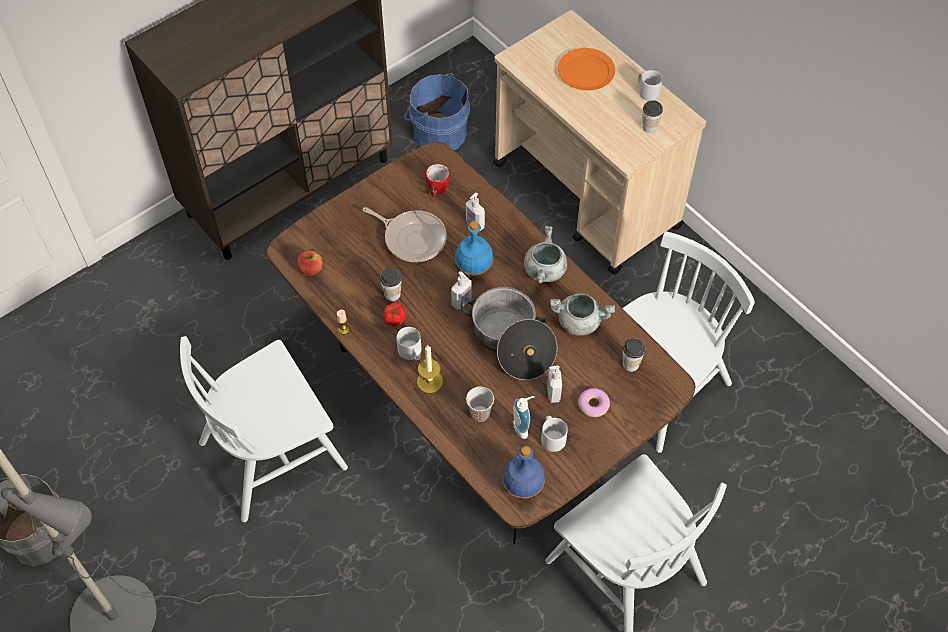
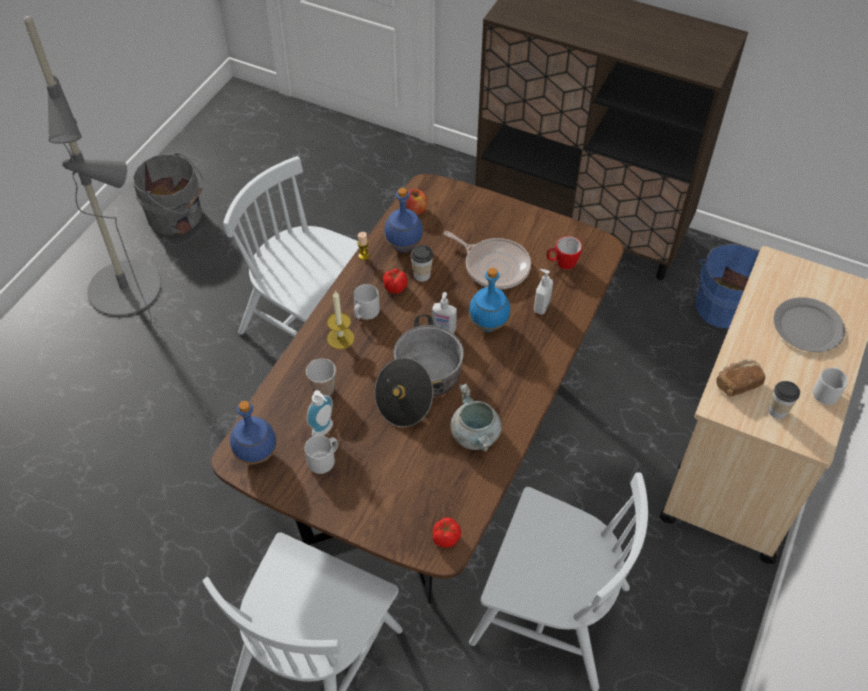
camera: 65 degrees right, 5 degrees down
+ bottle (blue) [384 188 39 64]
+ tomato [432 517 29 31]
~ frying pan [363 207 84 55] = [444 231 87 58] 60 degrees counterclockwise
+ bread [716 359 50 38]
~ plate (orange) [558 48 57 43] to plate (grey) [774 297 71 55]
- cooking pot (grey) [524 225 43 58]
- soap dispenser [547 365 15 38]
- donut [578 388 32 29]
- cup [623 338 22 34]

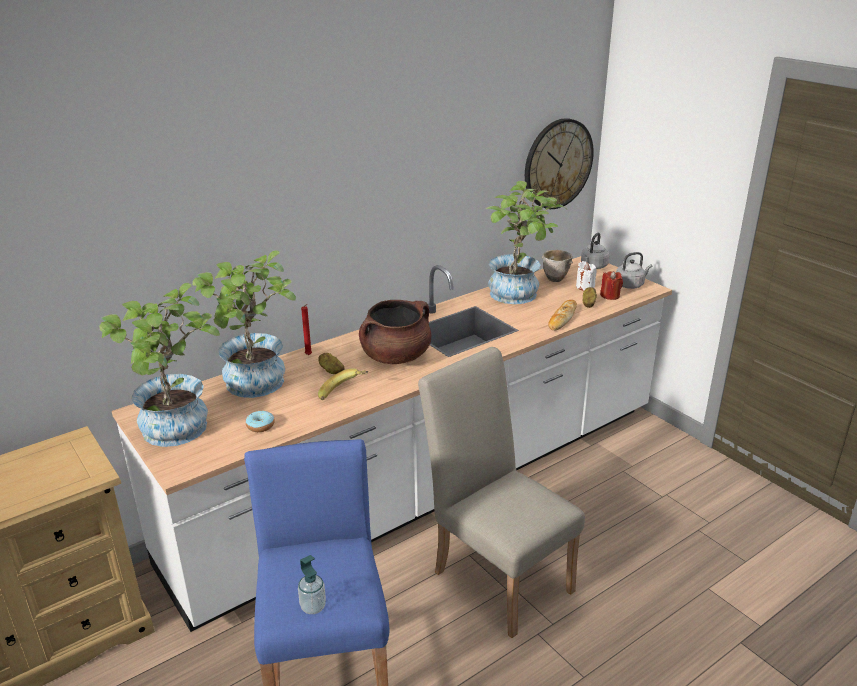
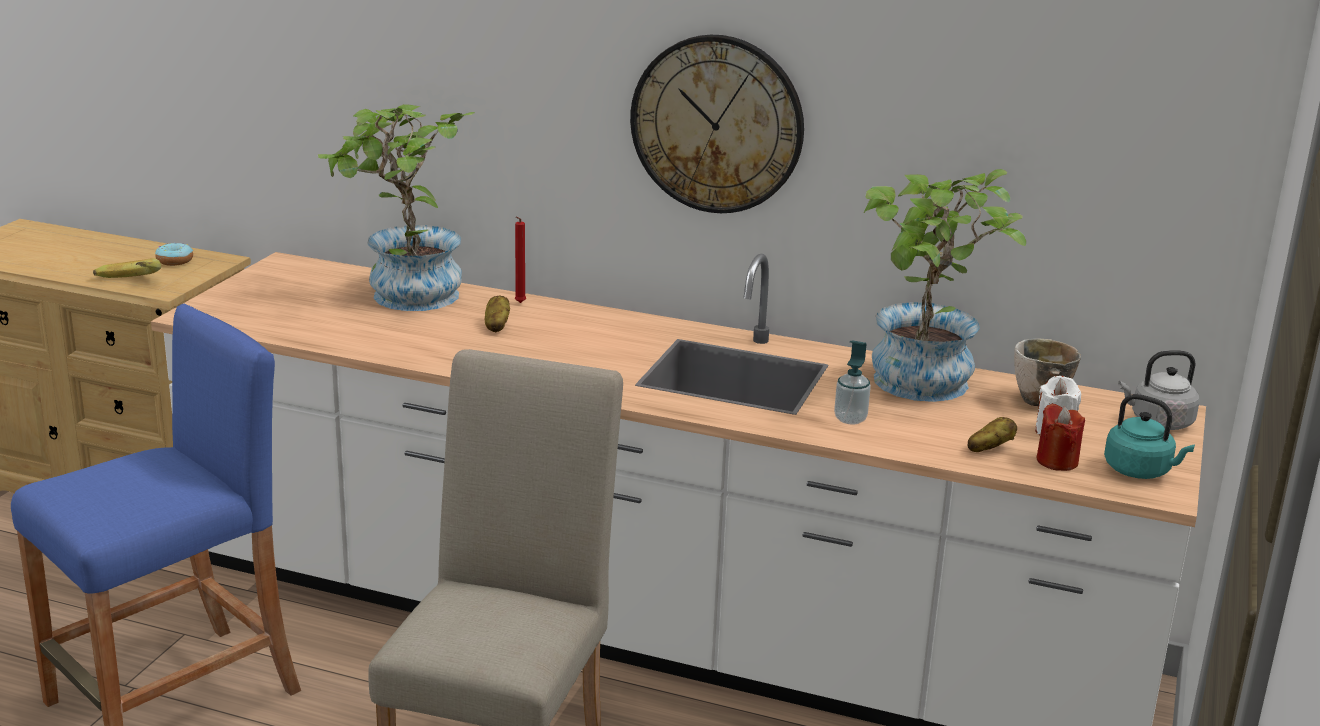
camera: 55 degrees right, 5 degrees down
~ banana [318 368 50 32] to [93 258 68 20]
~ donut [246 411 29 21] to [155 243 38 23]
~ wall clock [525 118 69 91] to [630 35 174 178]
~ soap dispenser [298 555 28 59] to [834 340 37 85]
~ kettle (grey) [616 252 36 37] to kettle (turquoise) [1104 394 91 85]
- potted plant [99 283 121 164]
- cooking pot (brown) [359 300 72 64]
- bread [548 300 29 30]

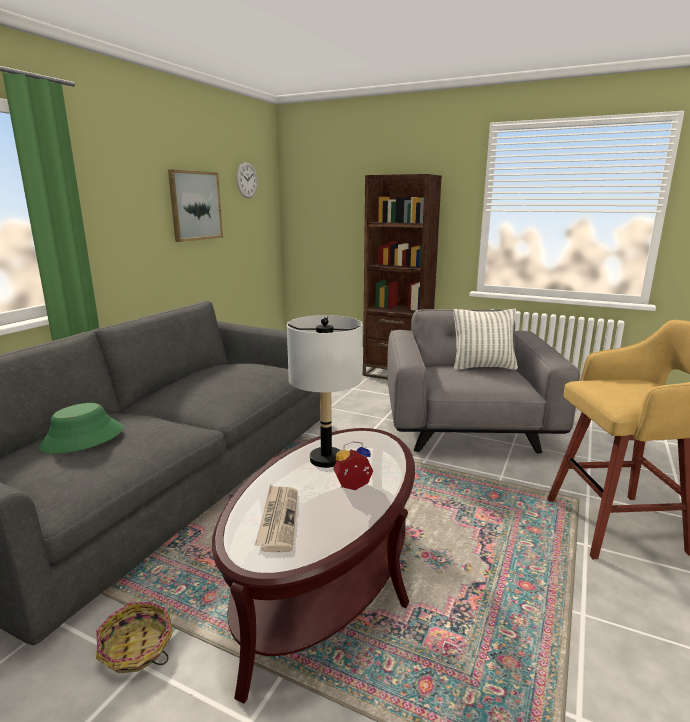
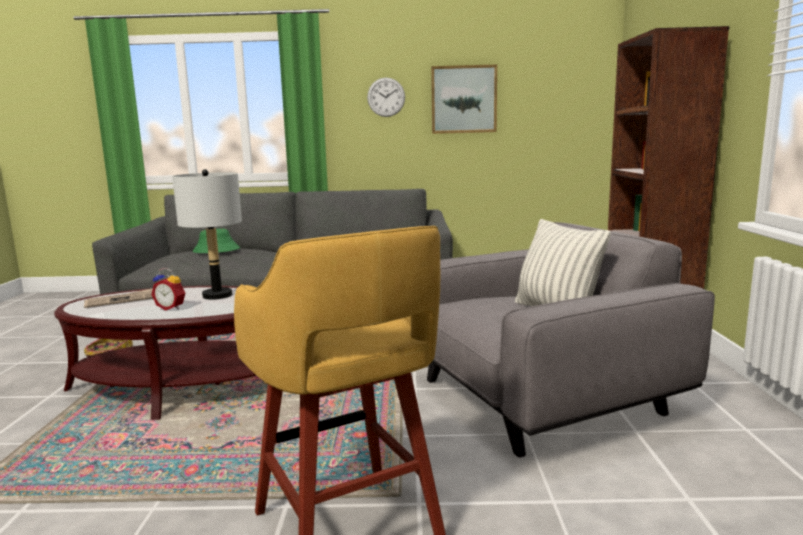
camera: 65 degrees right, 5 degrees down
~ alarm clock [333 441 40 49] = [151 268 34 42] 150 degrees clockwise
~ wall clock [237 162 20 36] to [367 78 38 39]

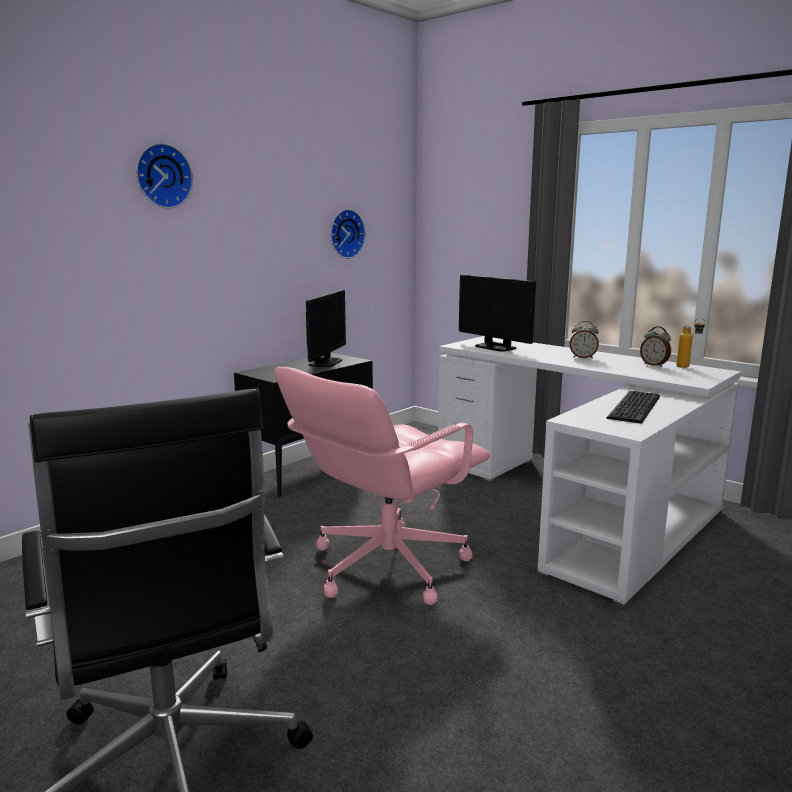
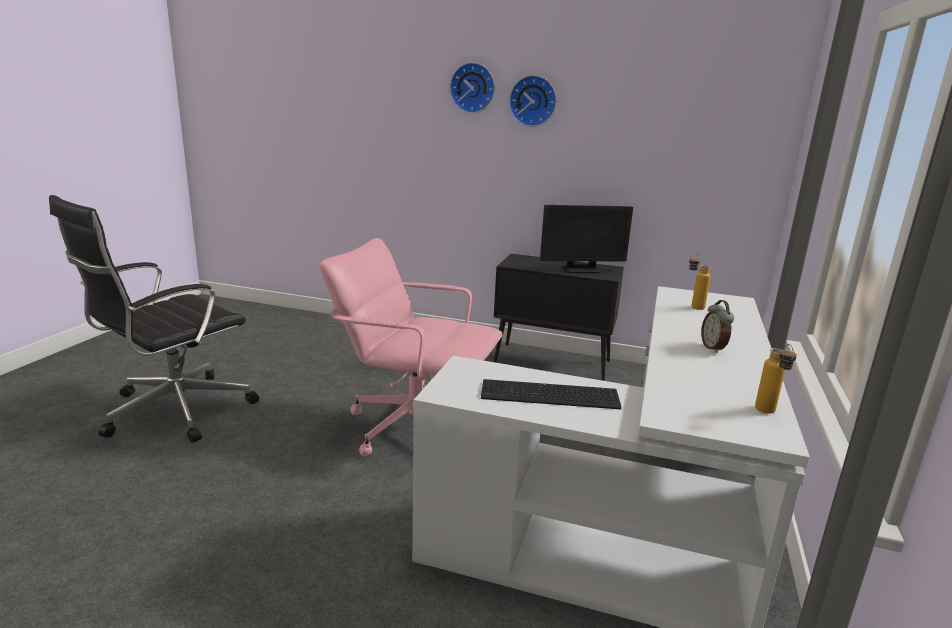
camera: 65 degrees right, 5 degrees up
~ wall clock [331 209 34 50] to [509 75 48 52]
~ monitor [459 275 77 77] to bottle [689 254 22 56]
- alarm clock [640 326 31 41]

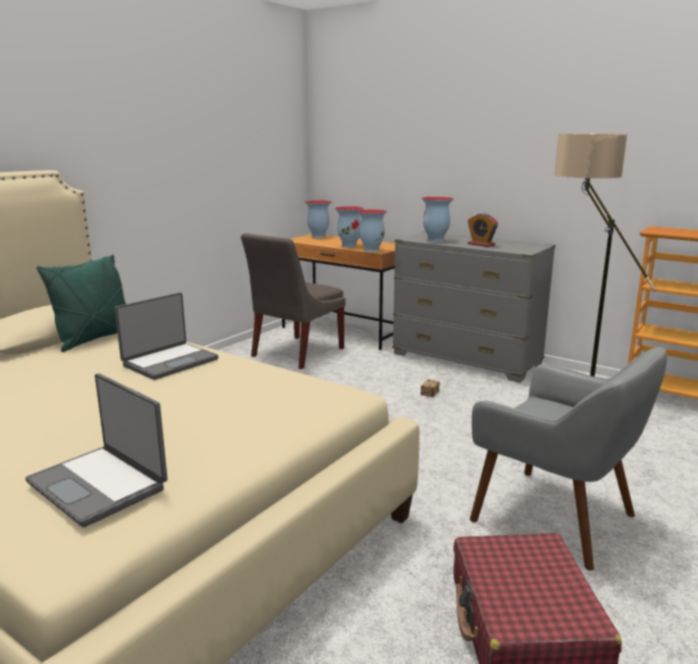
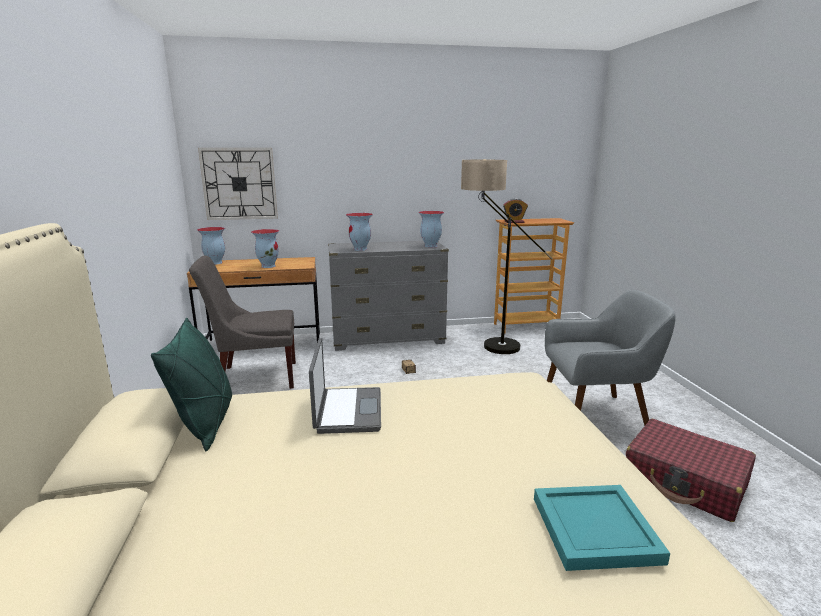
camera: 45 degrees left, 0 degrees up
~ chair (grey) [241 233 104 136] = [189 256 107 133] 90 degrees clockwise
+ wall clock [198 148 80 72]
~ vase [357 209 30 43] to [418 211 26 37]
~ alarm clock [468 213 30 34] to [503 198 25 25]
~ laptop [25 373 143 154] to tray (turquoise) [534 485 136 86]

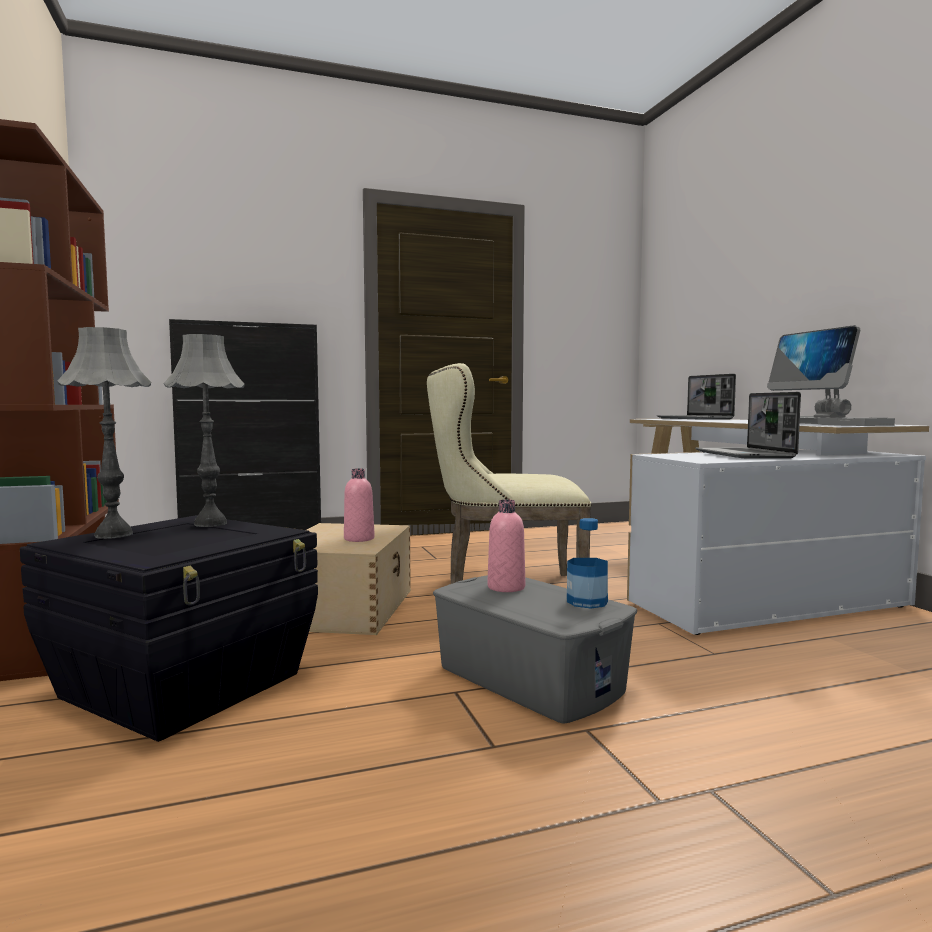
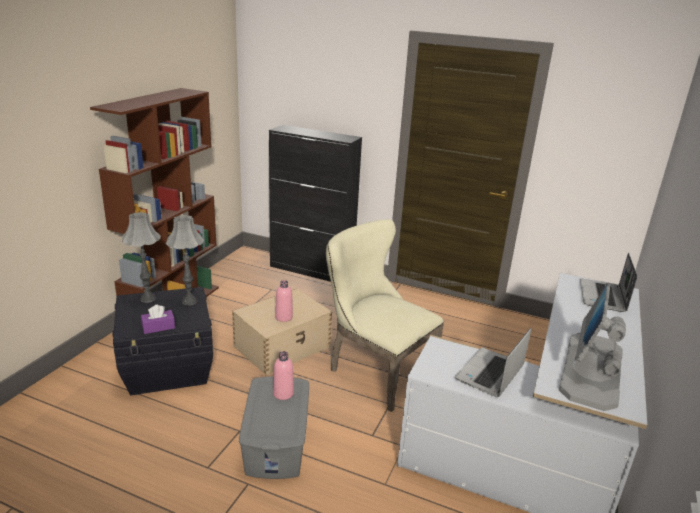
camera: 40 degrees right, 20 degrees up
+ tissue box (purple) [141 305 34 29]
- bottle [567 518 41 91]

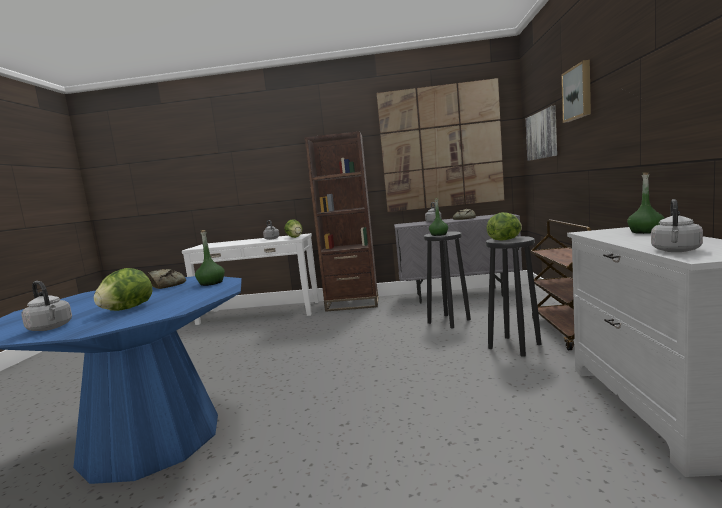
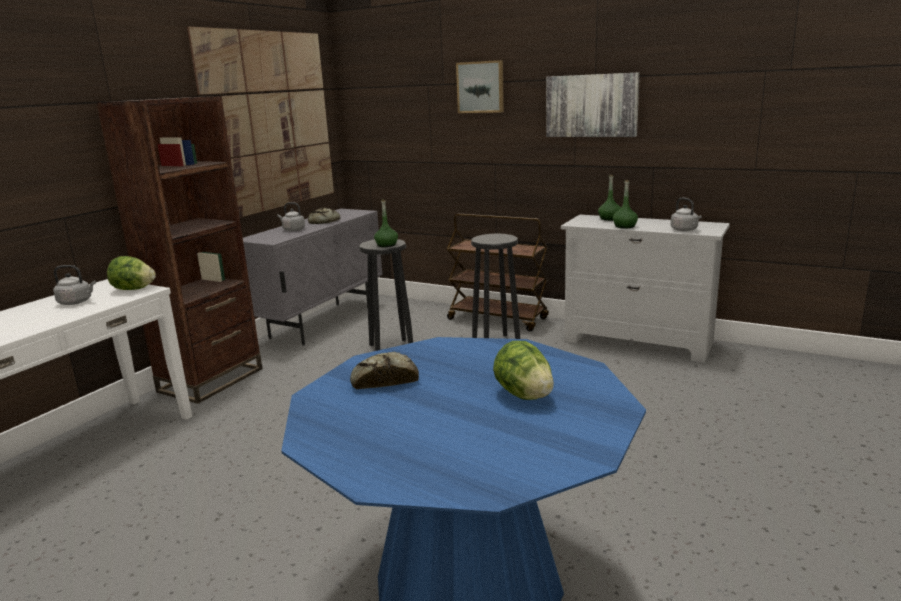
camera: 65 degrees left, 10 degrees up
~ picture [526 105 31 56] to [546 72 94 65]
~ bottle (green) [195 230 30 56] to [613 180 25 49]
- kettle (grey) [21 281 51 50]
- lettuce [487 212 35 29]

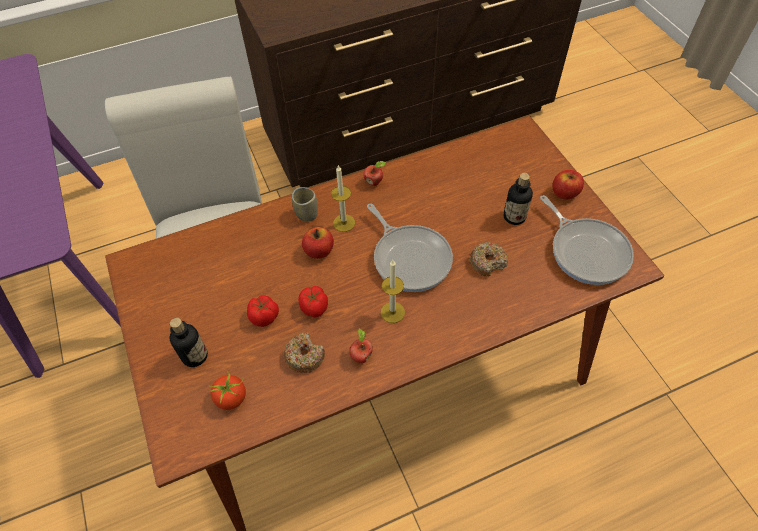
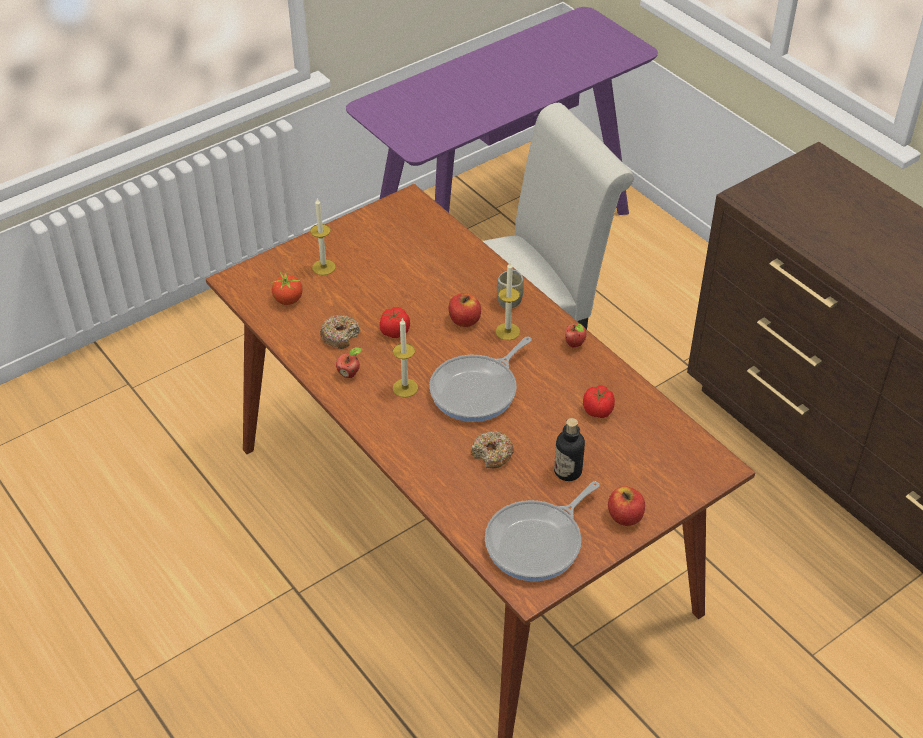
camera: 75 degrees right, 10 degrees down
~ bottle [169 318 39 49] to candle [310 198 26 77]
~ tomato [247 295 32 32] to [583 385 32 33]

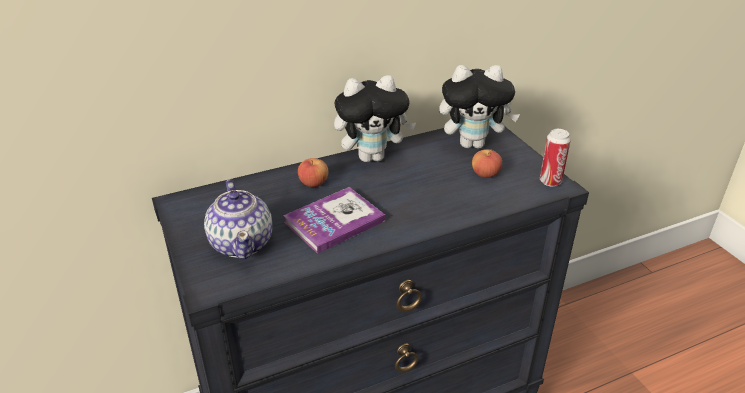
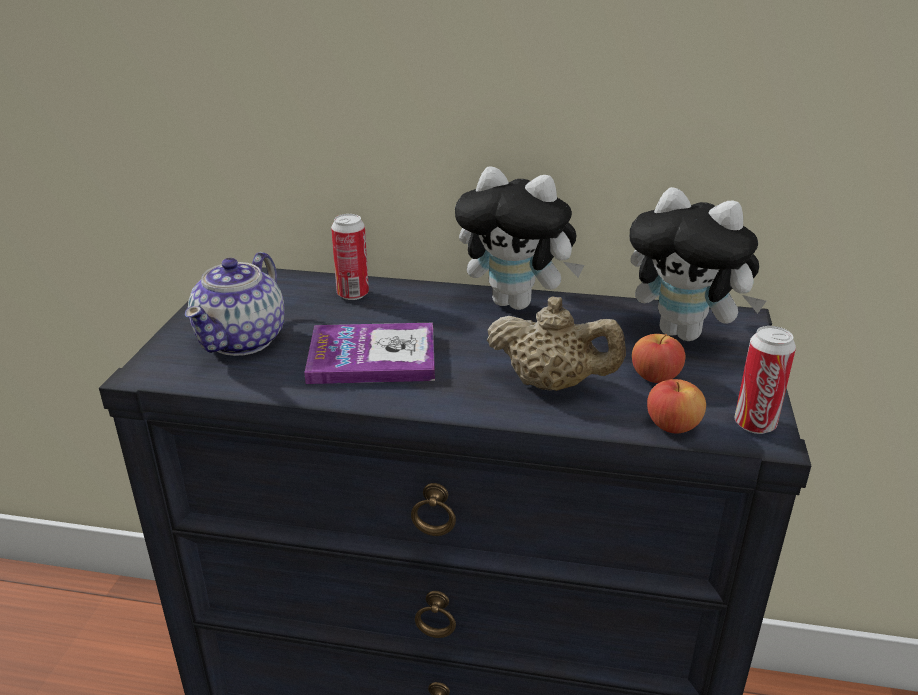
camera: 35 degrees right, 5 degrees down
+ can [331 214 38 86]
+ teapot (beige) [487 297 139 94]
~ apple [298 158 30 29] to [647 379 59 54]

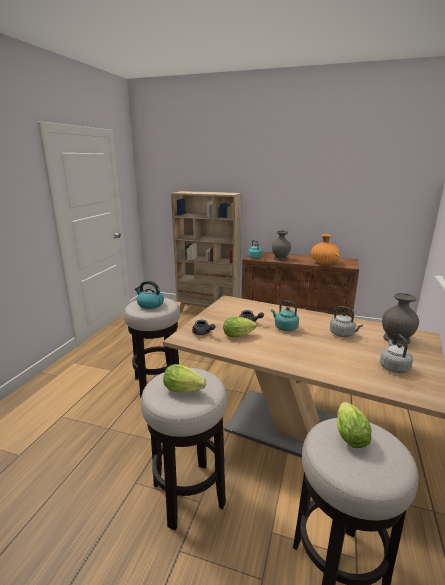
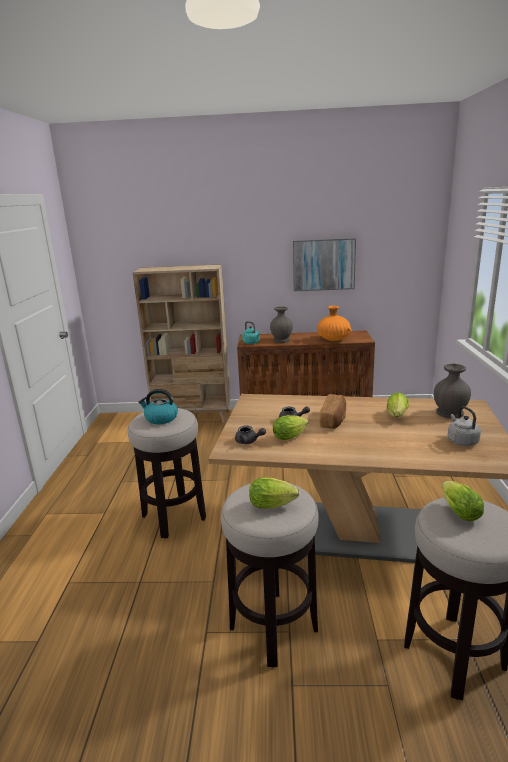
camera: 15 degrees left, 0 degrees up
+ picture [293 238 63 53]
~ kettle (turquoise) [271 301 28 30] to bread [320 394 26 35]
~ kettle (grey) [330 306 33 31] to lettuce [387 392 22 25]

